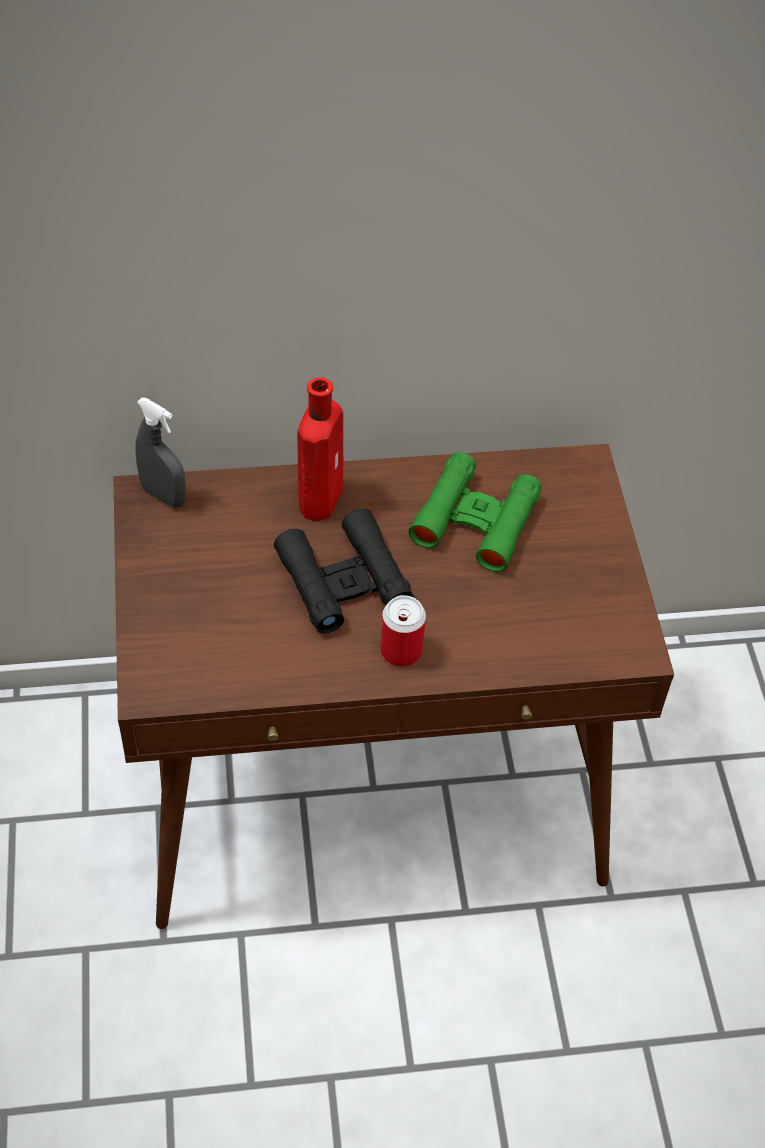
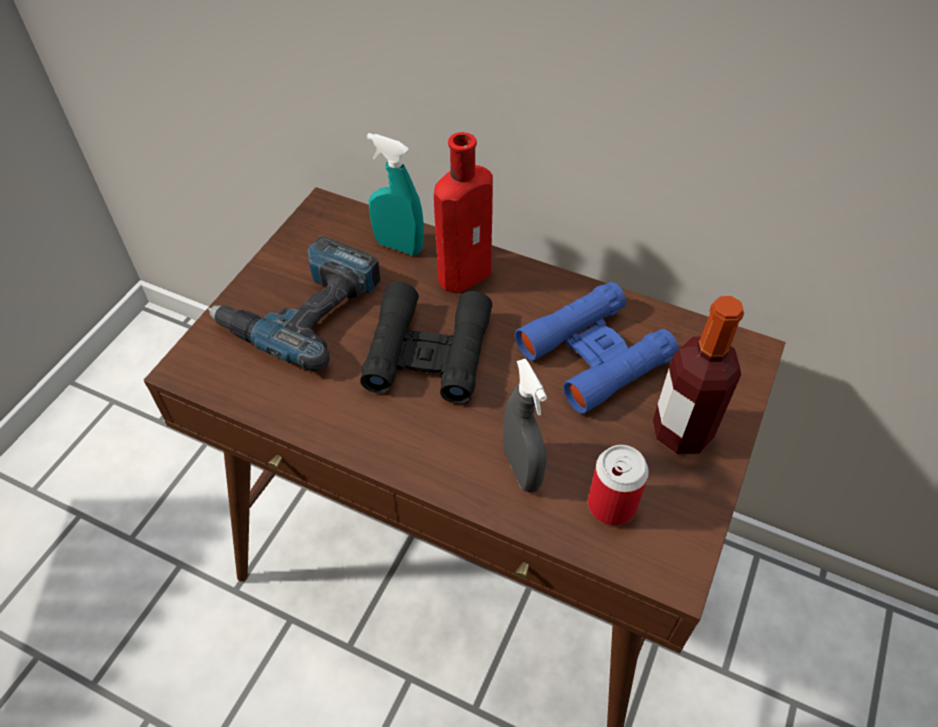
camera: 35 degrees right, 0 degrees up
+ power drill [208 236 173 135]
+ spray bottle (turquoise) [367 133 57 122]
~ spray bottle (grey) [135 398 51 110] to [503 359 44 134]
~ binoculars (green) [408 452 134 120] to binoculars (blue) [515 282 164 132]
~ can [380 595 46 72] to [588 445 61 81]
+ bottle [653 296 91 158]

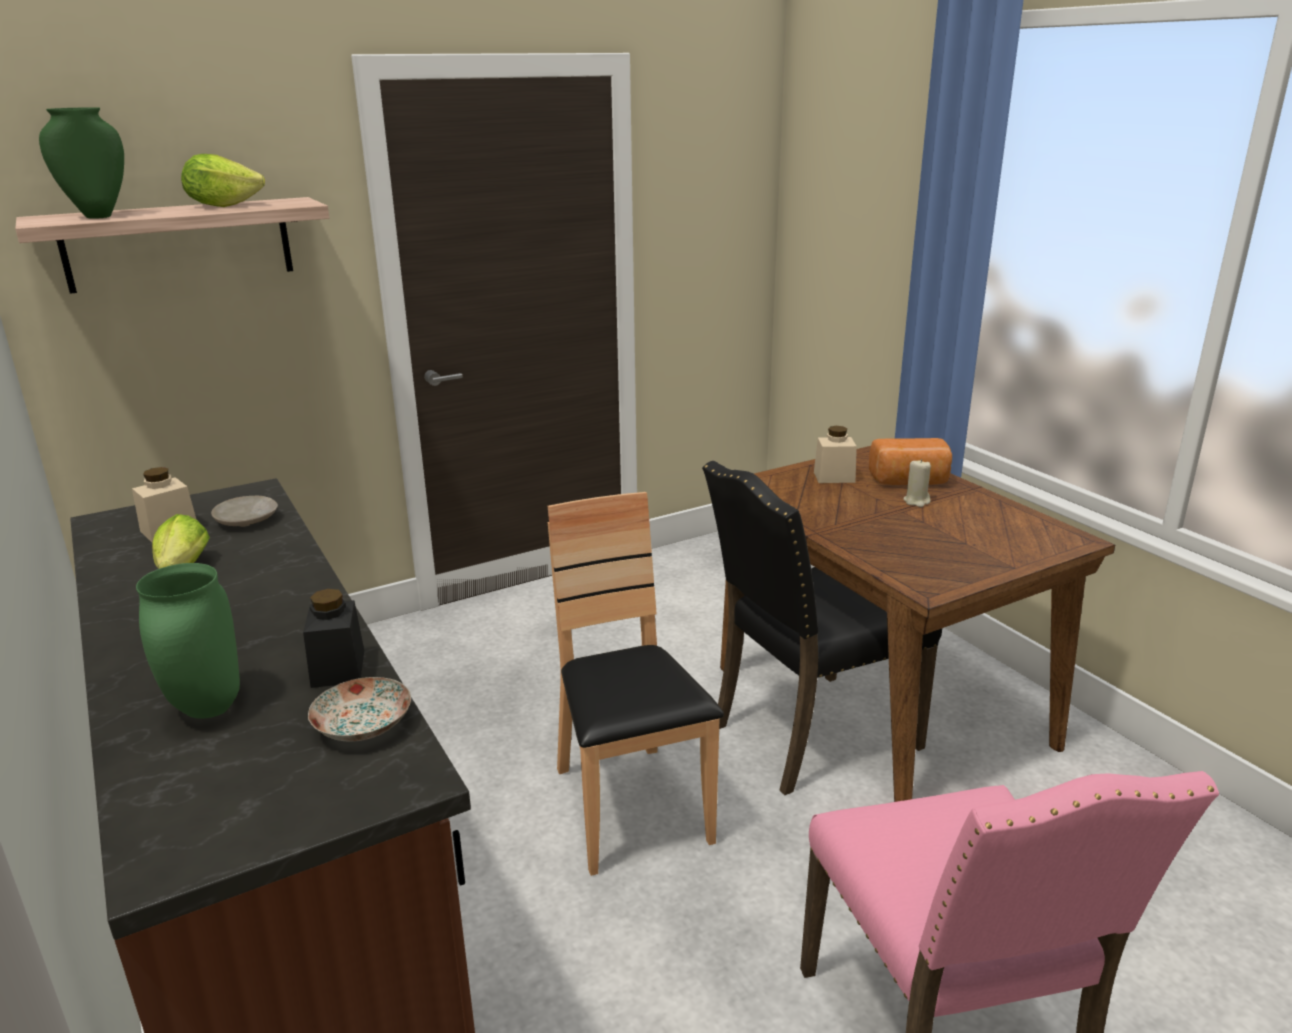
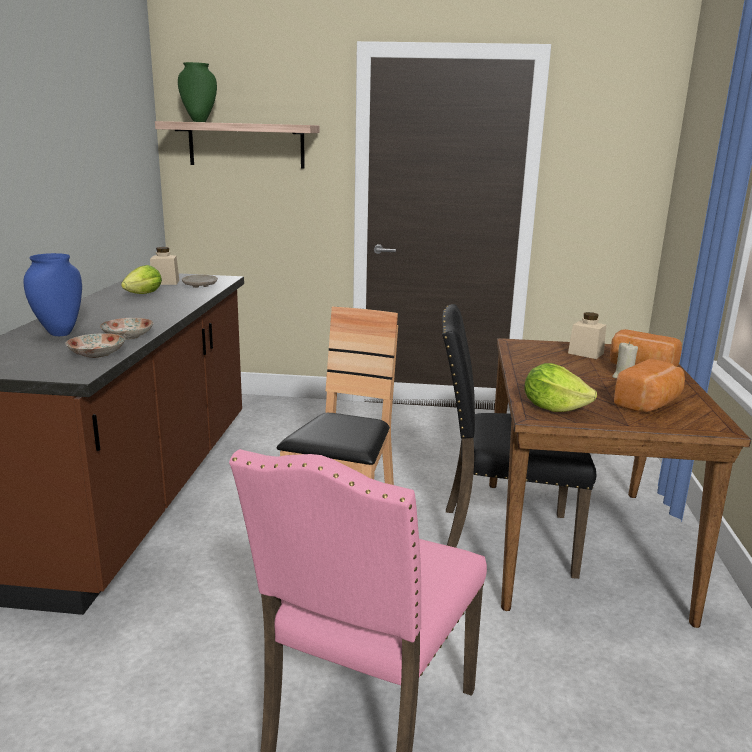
camera: 35 degrees right, 5 degrees down
~ vase (green) [136 563 104 156] to vase (blue) [24 253 58 83]
~ jar (black) [303 589 61 99] to plate [100 318 53 22]
~ lettuce [181 154 84 53] to [524 363 73 49]
+ bread [614 359 71 53]

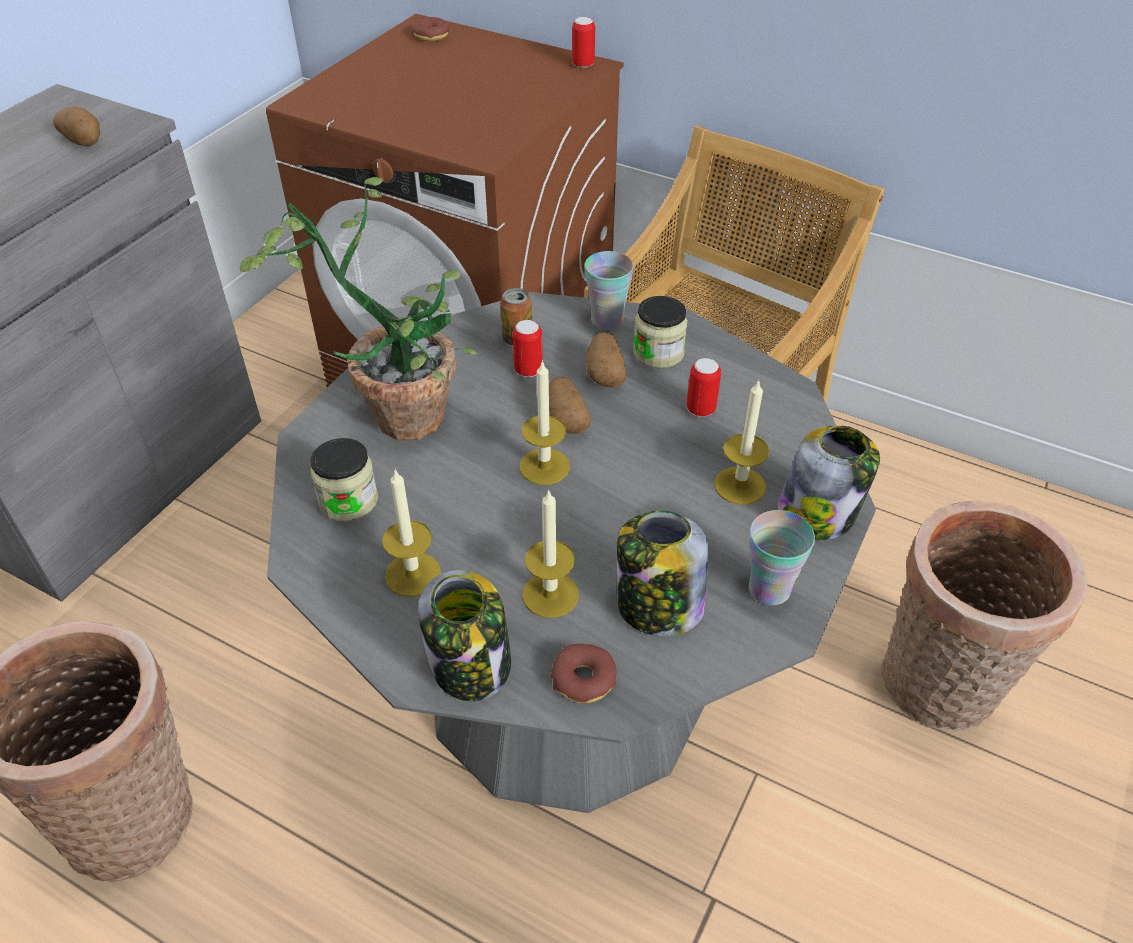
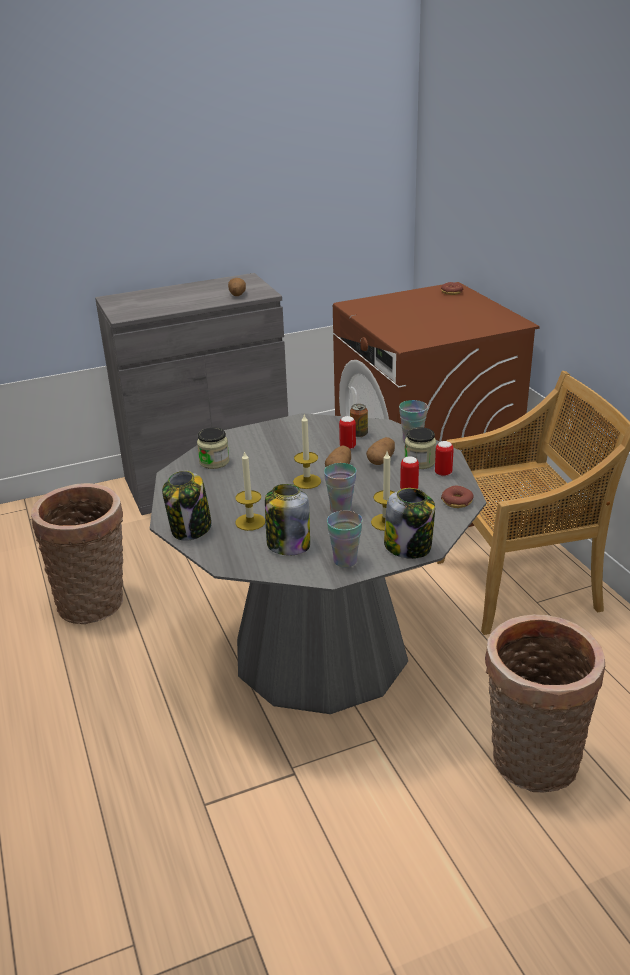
camera: 40 degrees right, 15 degrees down
+ cup [324 463 32 50]
~ can [572 17 23 51] to [435 441 19 35]
~ donut [551 644 66 59] to [441 486 32 22]
- potted plant [240 177 238 263]
- candle [382 469 59 128]

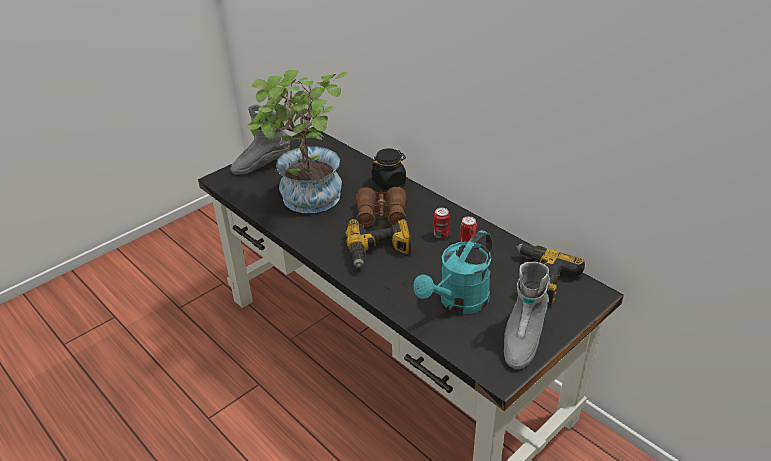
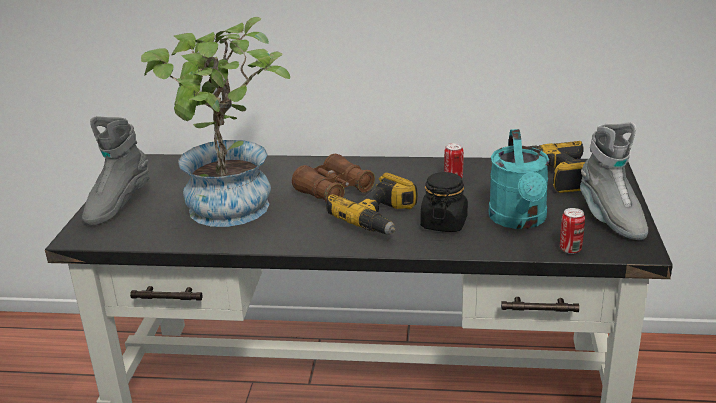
camera: 40 degrees left, 10 degrees down
~ jar (black) [372 148 34 42] to [420 172 48 60]
~ can [434 208 16 31] to [560 208 25 46]

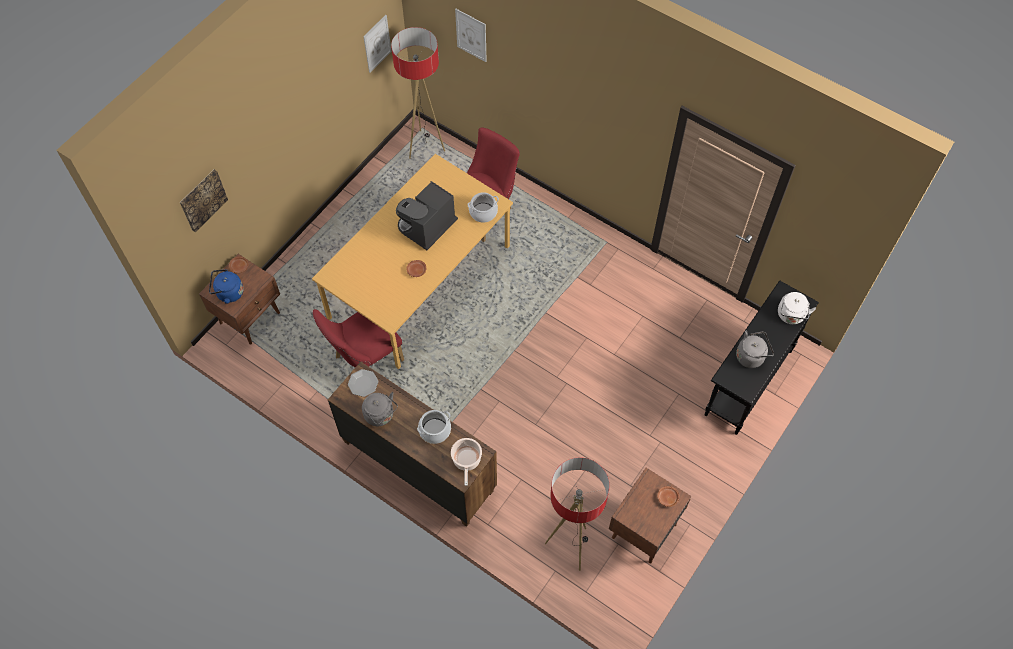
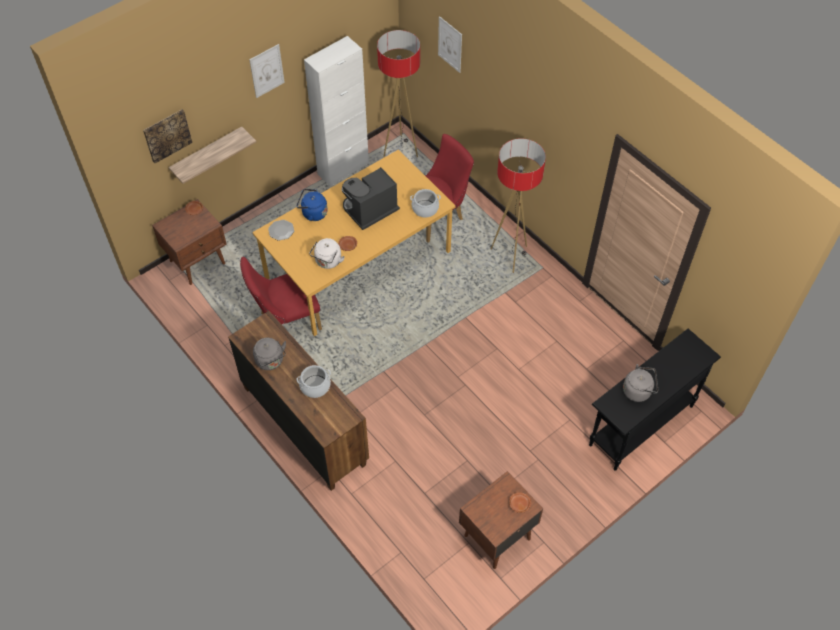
camera: 15 degrees right, 5 degrees down
+ shelf [169 126 87 58]
~ picture [363 15 28 58] to [249 44 36 54]
~ plate [348 369 30 28] to [268 220 26 21]
~ kettle (blue) [209 269 34 35] to [296 189 32 32]
+ cabinet (white) [304 36 65 151]
~ kettle (white) [778 292 38 32] to [309 238 36 31]
~ floor lamp [545 458 65 113] to [491 138 55 135]
- cooking pot [451 438 31 48]

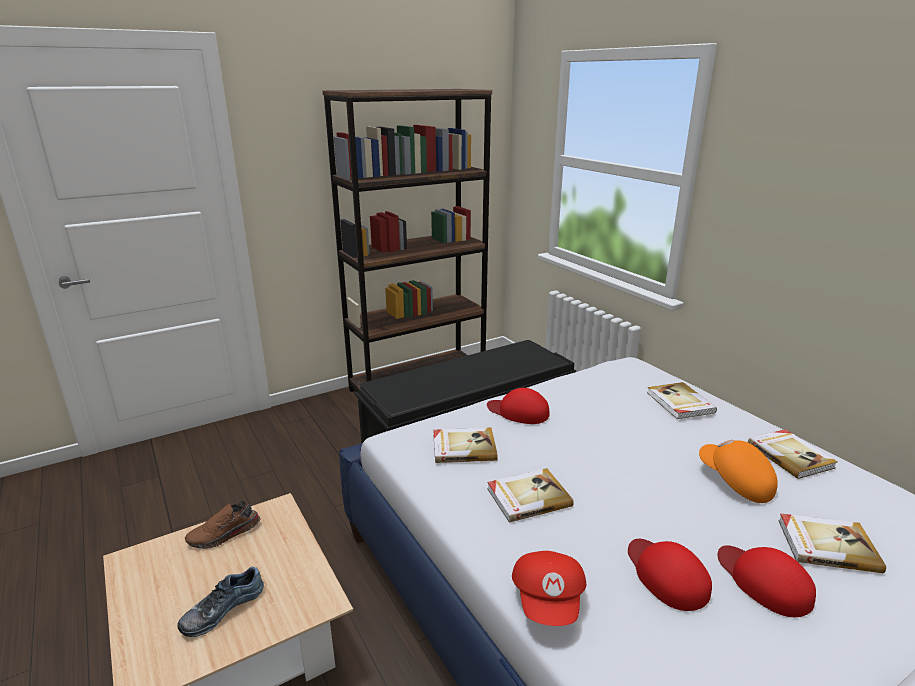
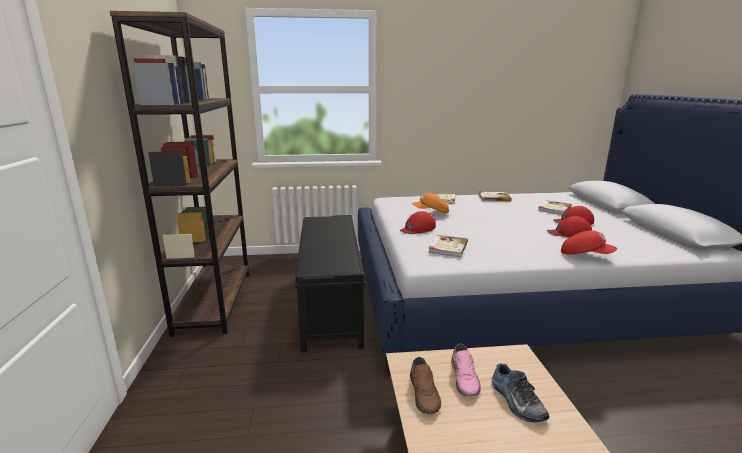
camera: 65 degrees left, 5 degrees down
~ cap (orange) [699 440 79 63] to [412 193 37 20]
+ shoe (pink) [451 344 30 52]
- book [487 468 87 55]

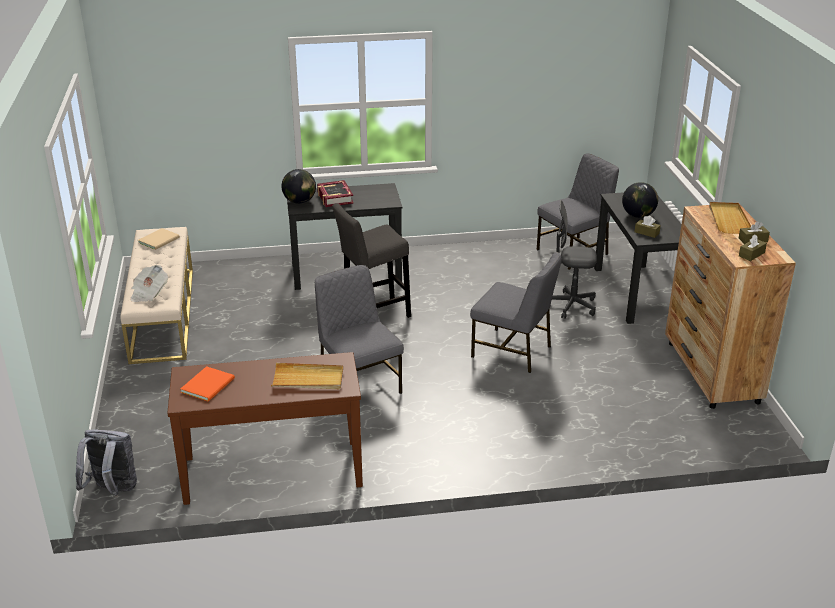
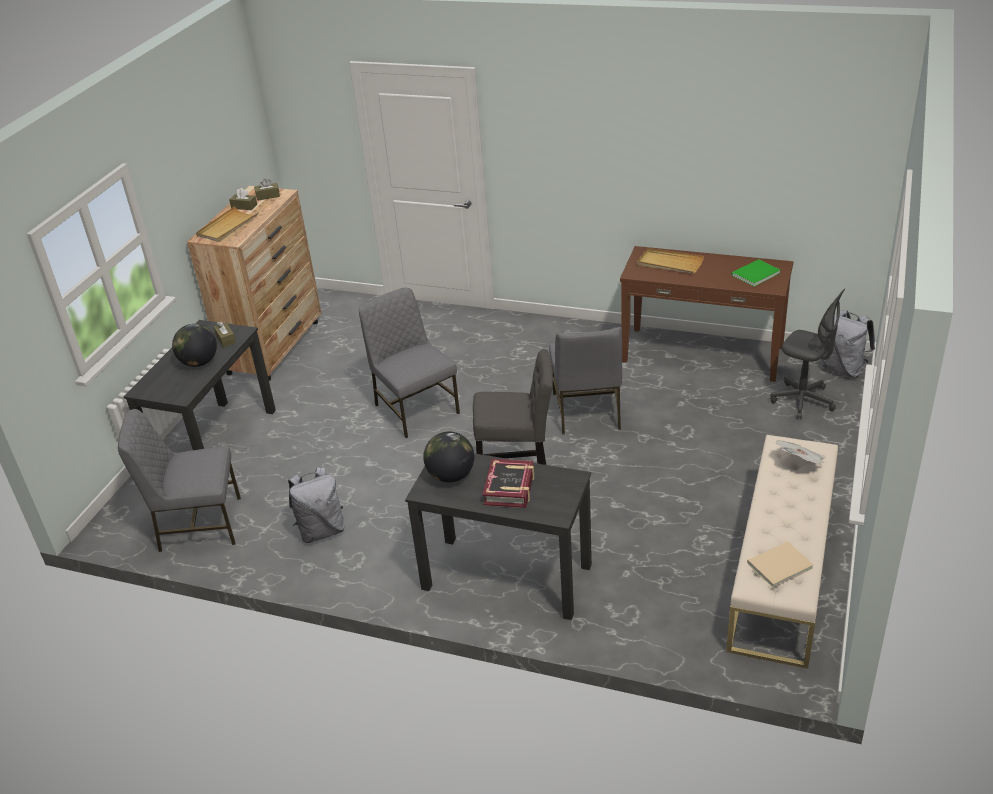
camera: 150 degrees left, 5 degrees up
+ backpack (grey) [288 467 57 76]
~ globe [281 169 35 35] to [423 431 51 52]
~ book (orange) [180 366 55 36] to book (green) [731 259 49 27]
~ office chair (grey) [552 200 45 119] to [770 289 75 131]

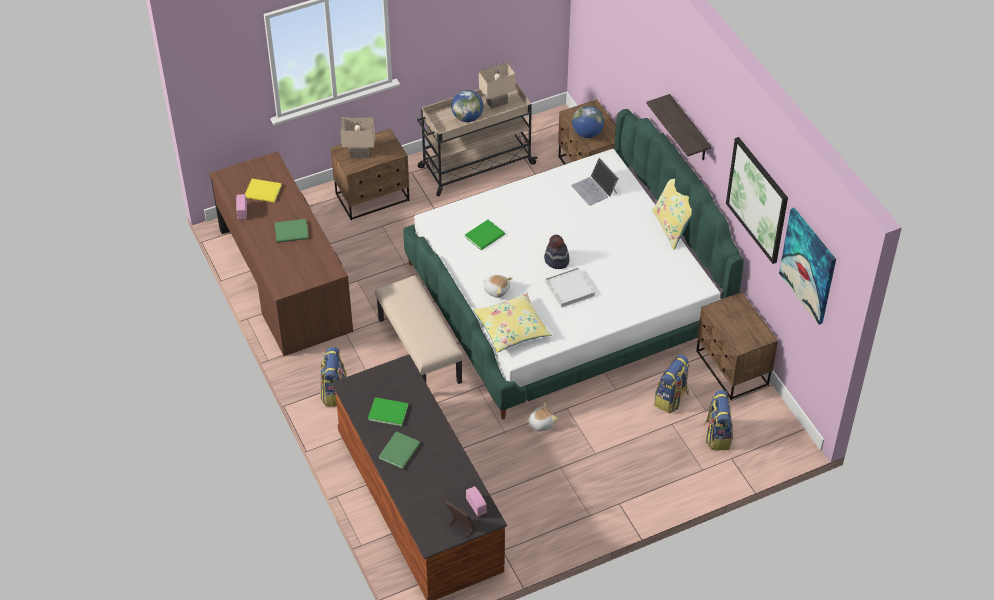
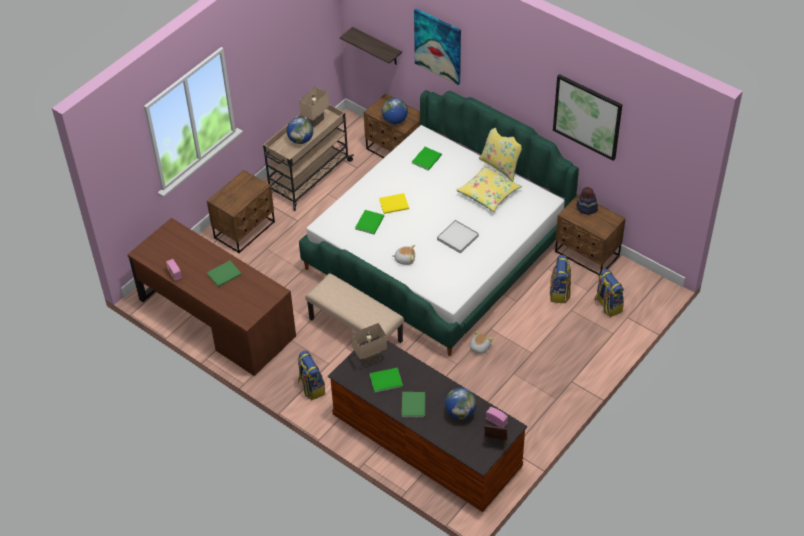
camera: 25 degrees left, 0 degrees up
~ shelf [646 94 66 66] to [340 27 62 38]
~ table lamp (beige) [340 117 35 41] to [351 323 36 43]
~ book (yellow) [245 179 37 24] to [379 193 30 21]
~ laptop [571 158 48 48] to book (green) [412 147 30 24]
~ picture [779 208 57 117] to [414 8 47 77]
+ globe [445 388 31 31]
~ pillow (yellow) [473 292 79 61] to [456 165 66 47]
~ hat [544 235 25 34] to [576 187 22 27]

